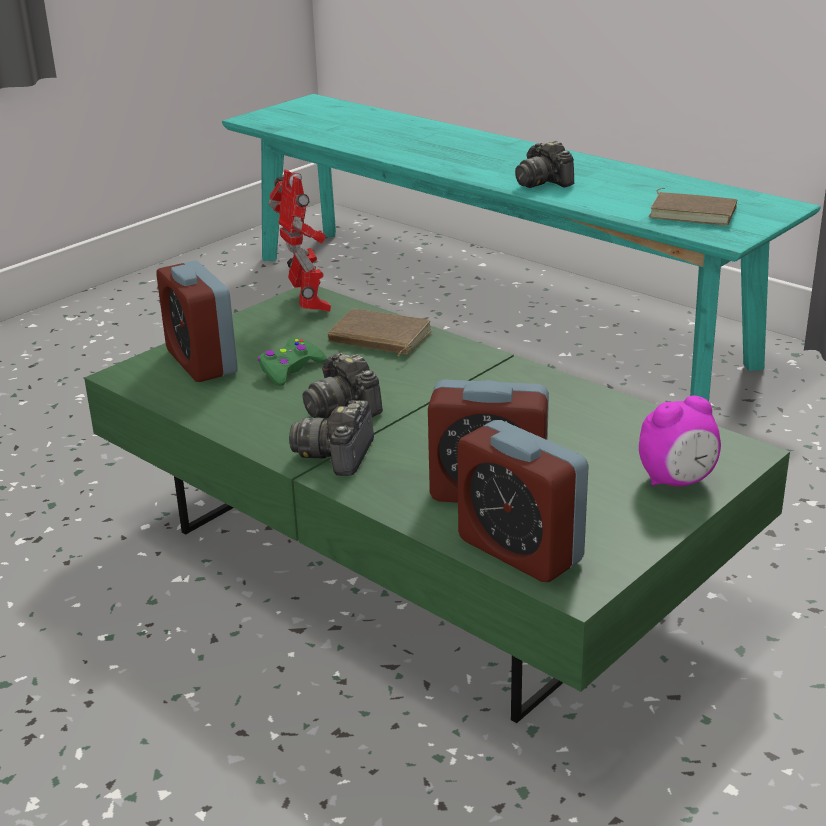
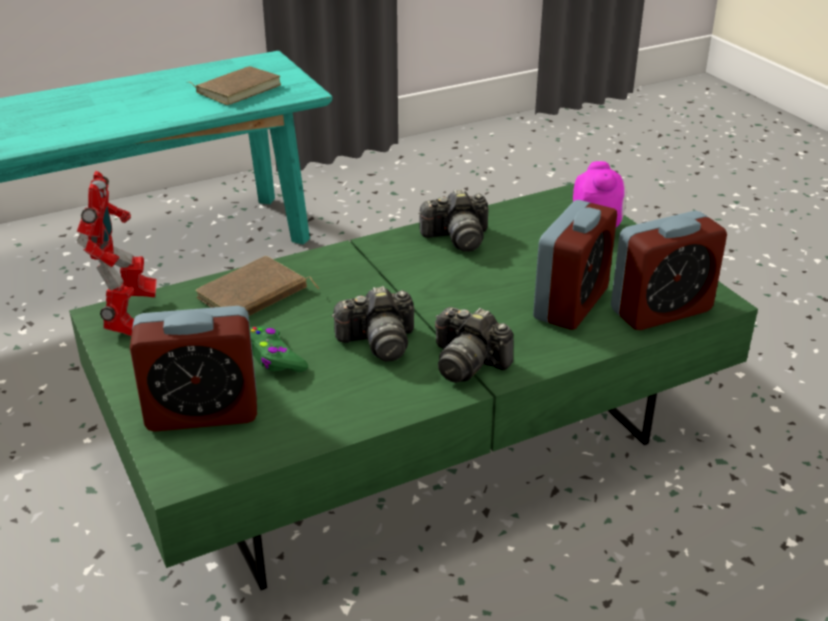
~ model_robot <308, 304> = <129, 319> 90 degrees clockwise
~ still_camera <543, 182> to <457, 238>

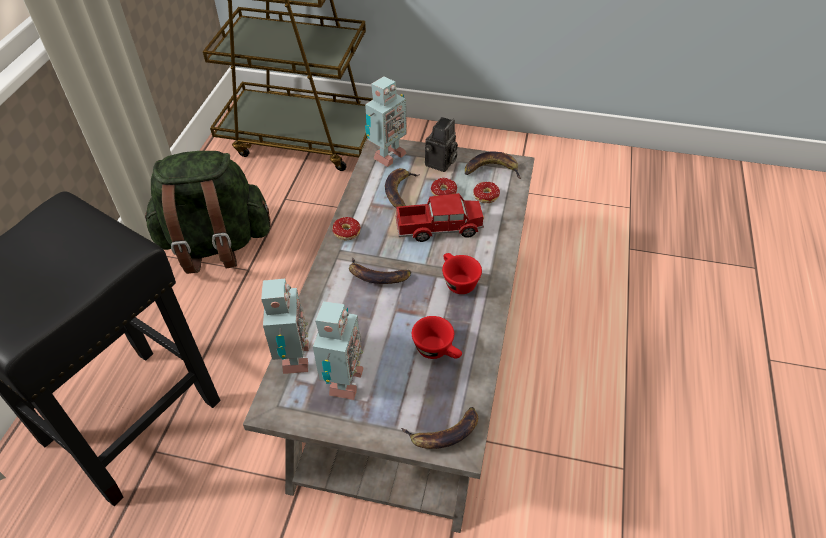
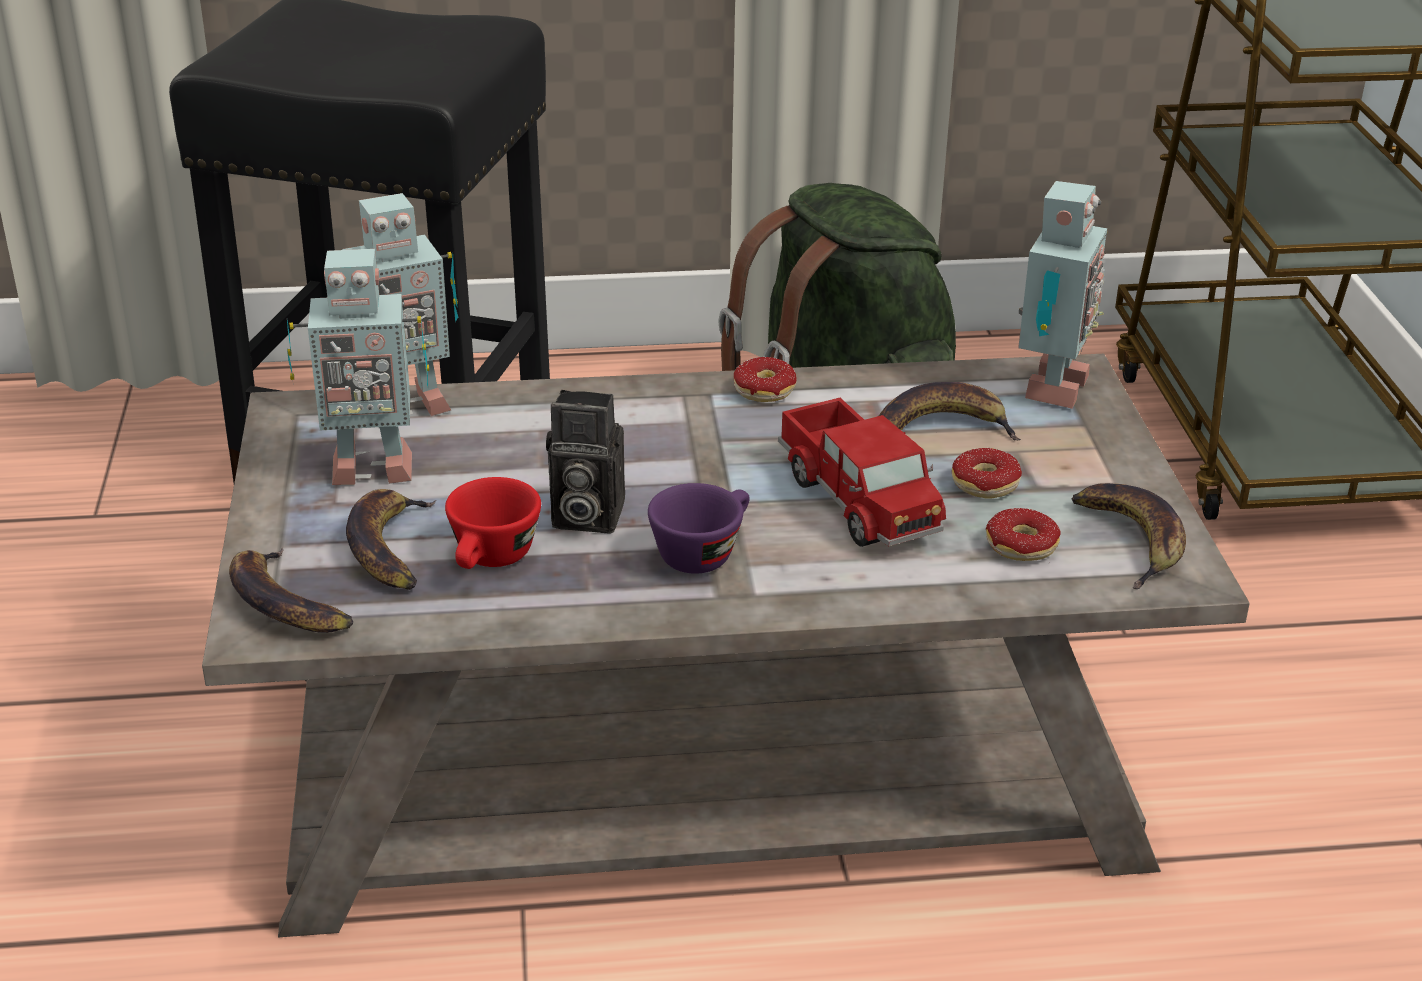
~ banana_fruit <377, 276> to <390, 548>
~ still_camera <441, 164> to <583, 516>
~ red_small_cup <457, 281> to purple_small_cup <703, 552>
~ model_robot <387, 156> = <1048, 388> 90 degrees counterclockwise

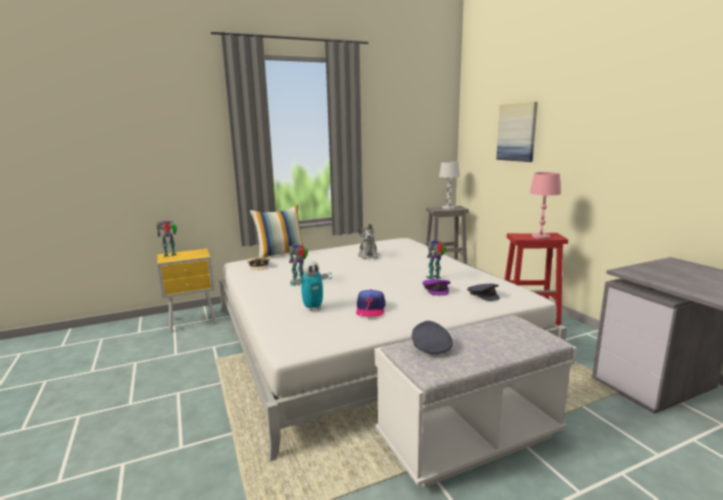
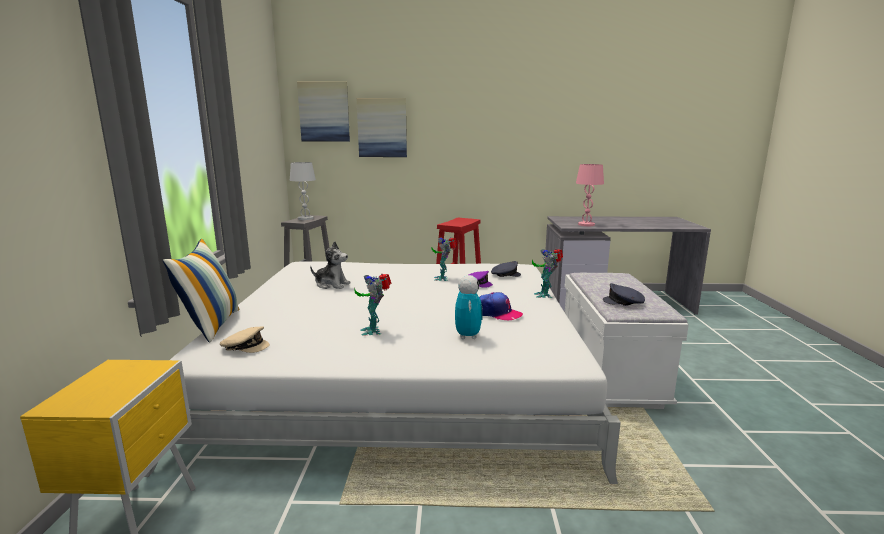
+ wall_art <324, 112>
~ model_robot <171, 255> to <545, 294>
~ pinkish_table_lamp <541, 236> to <586, 224>

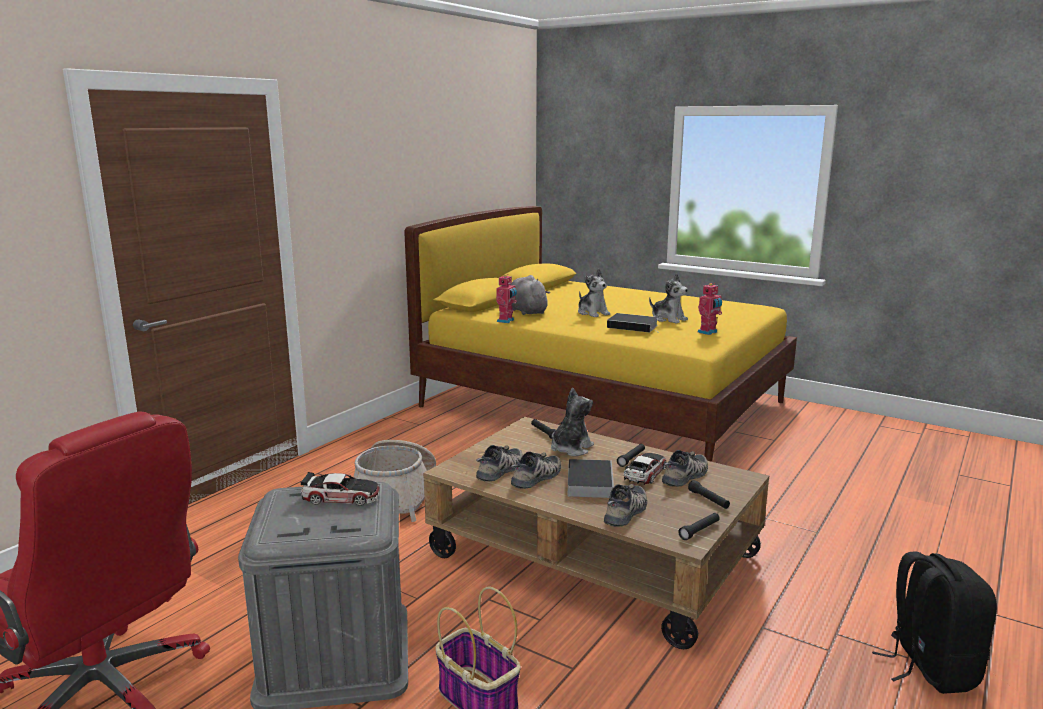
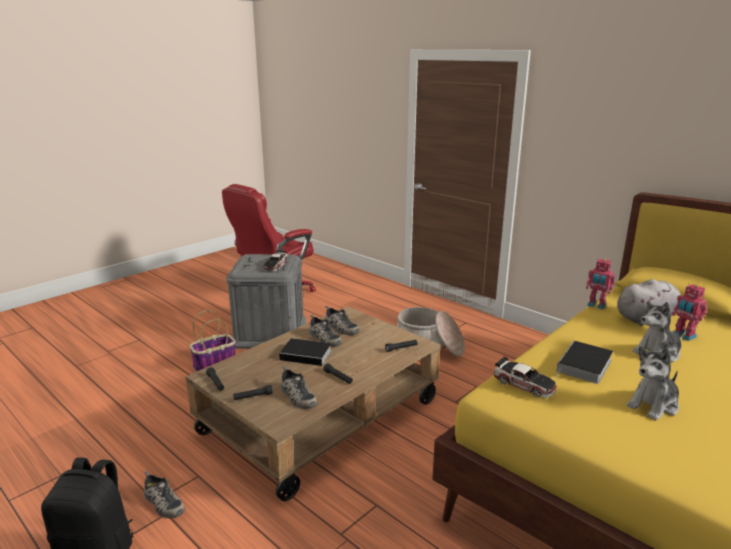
~ low_shoe <627, 512> to <162, 503>
~ toy_car <645, 473> to <524, 384>
~ model_robot <708, 332> to <683, 336>
- soft_toy <570, 448>

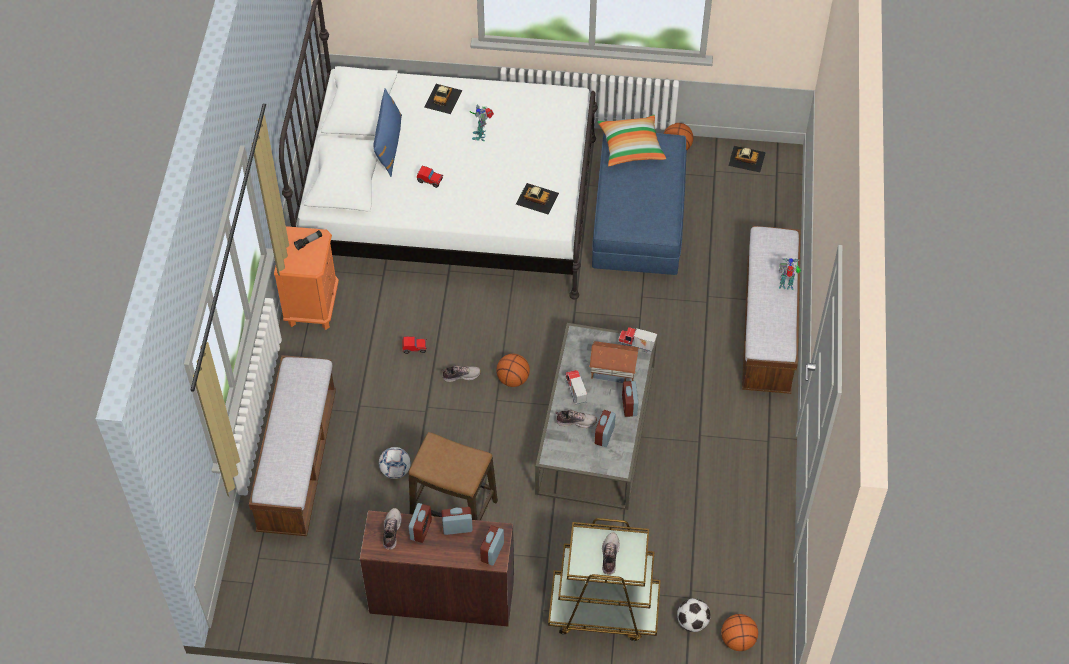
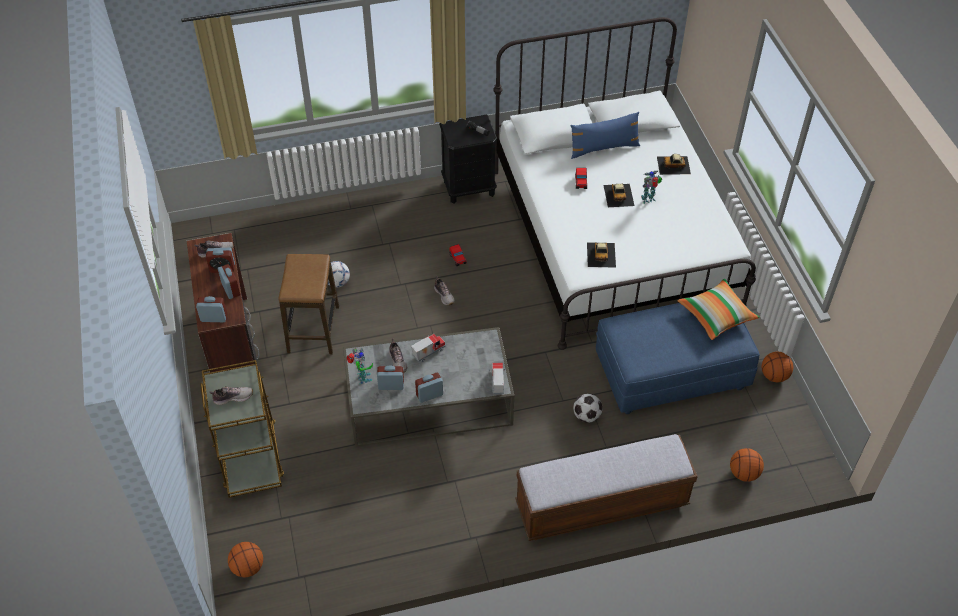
~ model_robot <787, 286> to <362, 378>
~ orange_night_table <312, 306> to black-coloured_night_table <469, 188>
~ football_ball <692, 622> to <586, 416>
~ toy_car <746, 158> to <619, 195>
~ ball_for_basketball <513, 379> to <743, 473>
- bench <298, 461>
- miniature_house <613, 373>

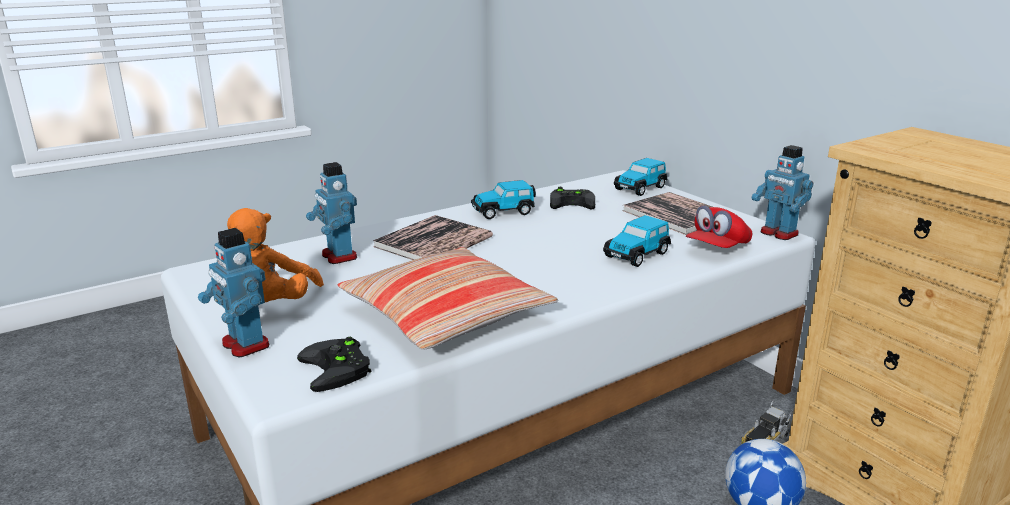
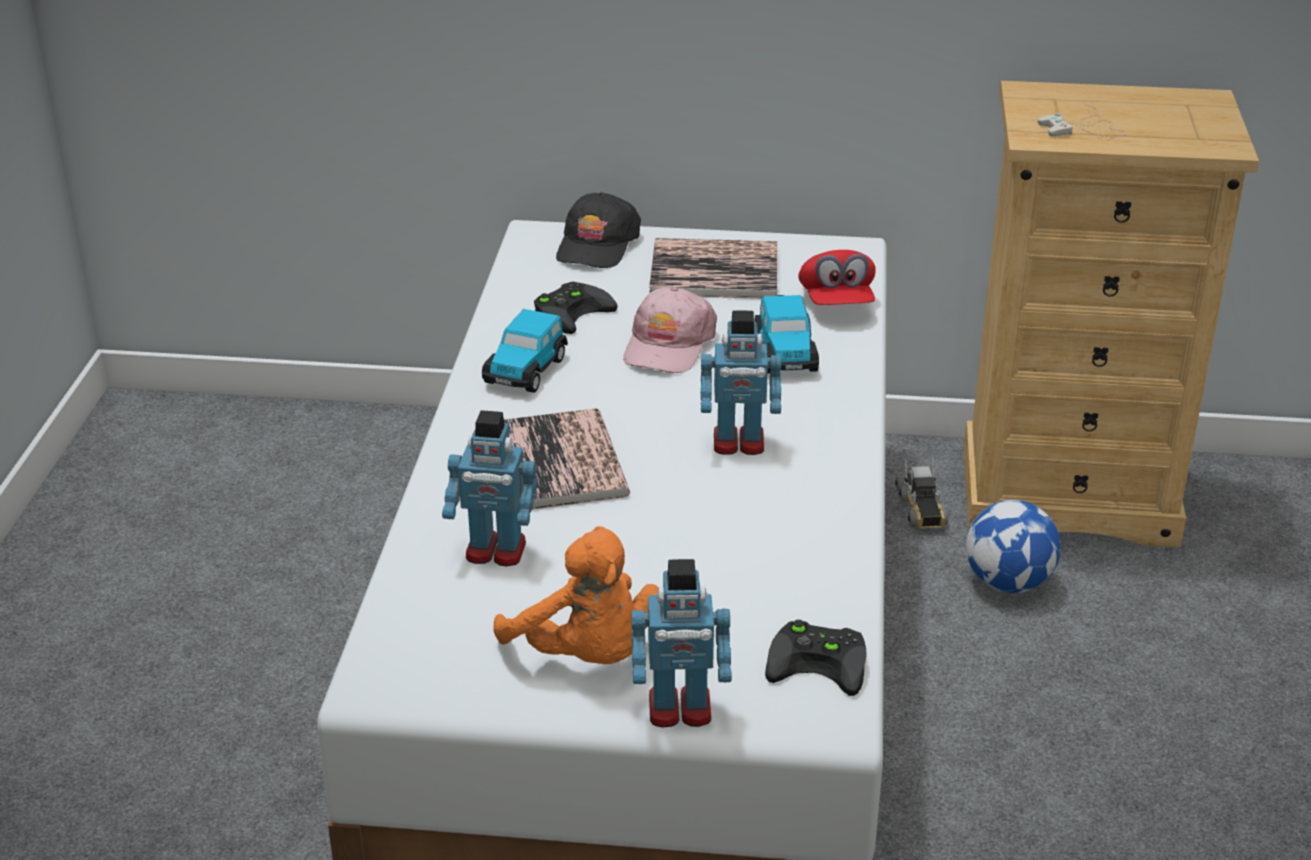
~ toy_car <640, 188> to black-coloured_peaked_cap <597, 245>
+ pinkish_peaked_cap <668, 345>
~ model_robot <778, 233> to <738, 443>
+ whitish_joypad <1084, 129>
- throw_pillow <446, 314>

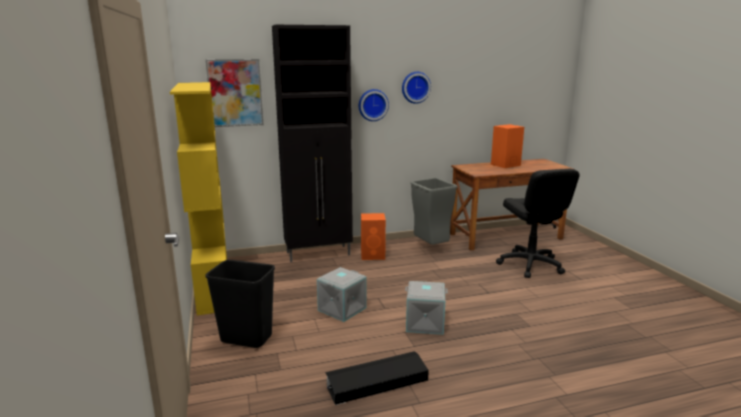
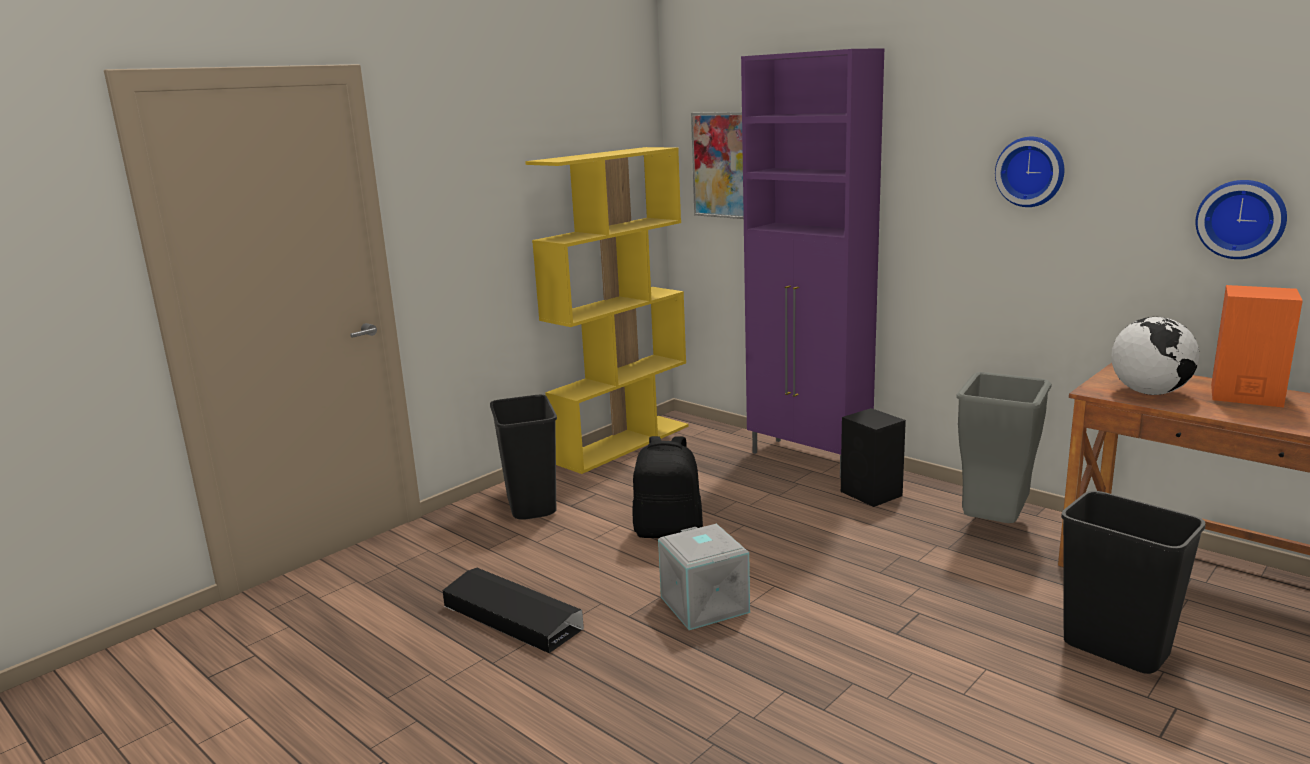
~ greyish_storage_bin <341, 308> to black-coloured_backpack <669, 531>
~ black-coloured_storage_cabinet <319, 253> to purple_storage_cabinet <809, 459>
~ orange_speaker <373, 255> to black-coloured_speaker <872, 494>
~ black-coloured_computer_chair <530, 265> to black-coloured_rubbish_bin <1114, 649>
+ world_globe <1149, 392>
~ wall_clock <372, 105> to <1241, 218>

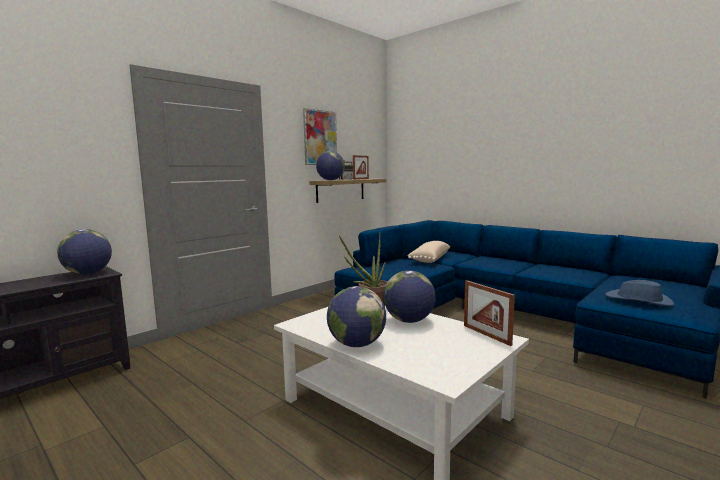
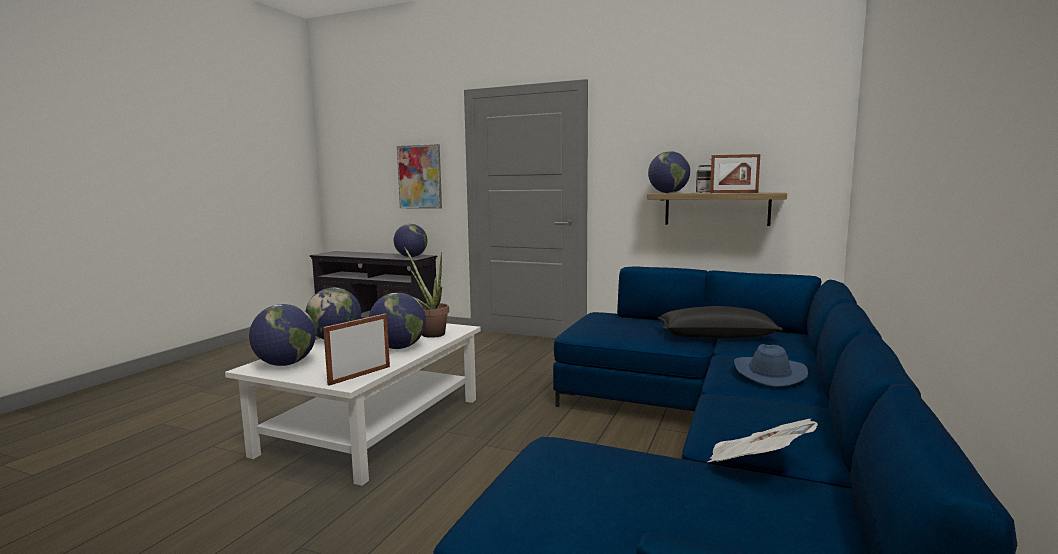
+ world_globe <285, 364>
~ wall_art <320, 137> to <420, 177>
~ beige_throw_pillow <429, 259> to black-coloured_throw_pillow <716, 336>
+ daily_paper <755, 466>
~ bluish_clothing_hat <639, 300> to <768, 374>

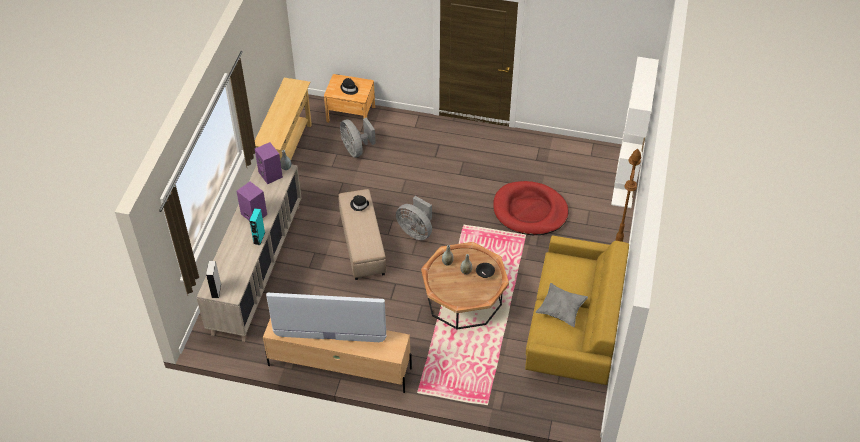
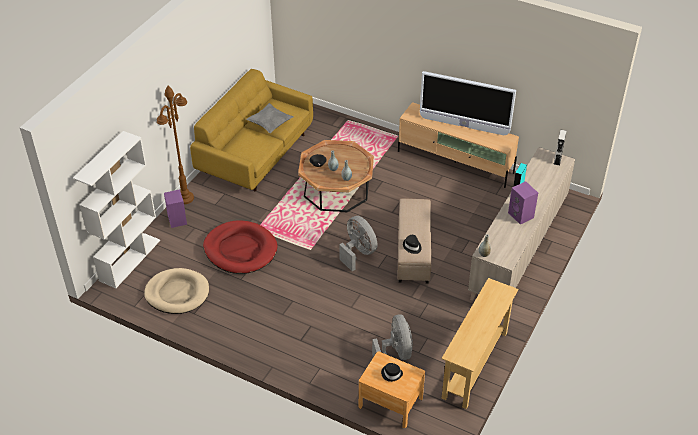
+ beige_dog_bed <177, 293>
~ purple_speaker <271, 175> to <176, 219>

